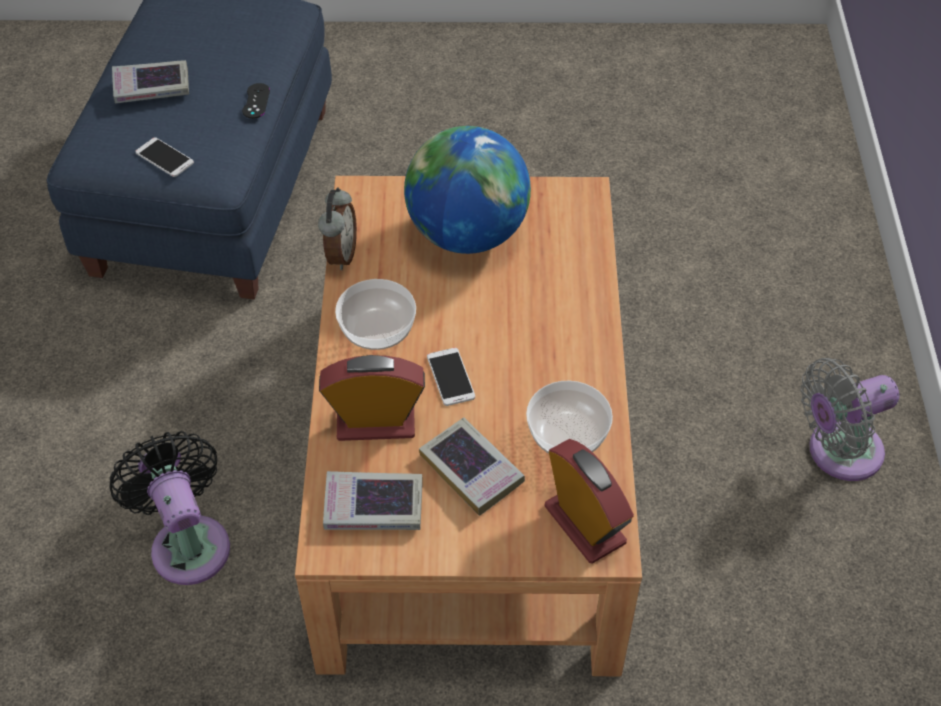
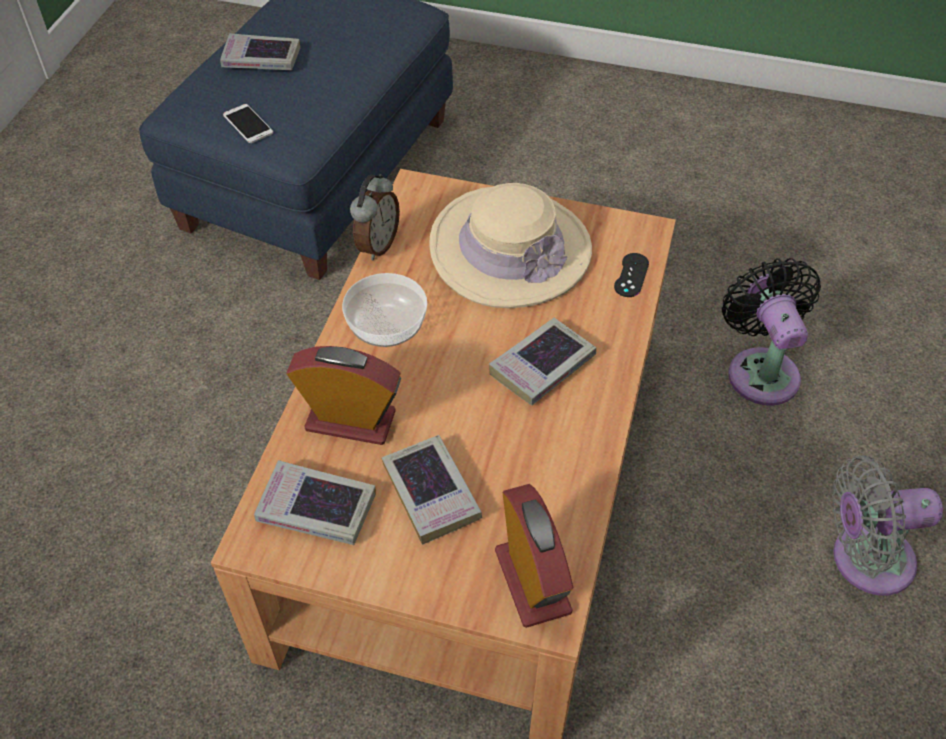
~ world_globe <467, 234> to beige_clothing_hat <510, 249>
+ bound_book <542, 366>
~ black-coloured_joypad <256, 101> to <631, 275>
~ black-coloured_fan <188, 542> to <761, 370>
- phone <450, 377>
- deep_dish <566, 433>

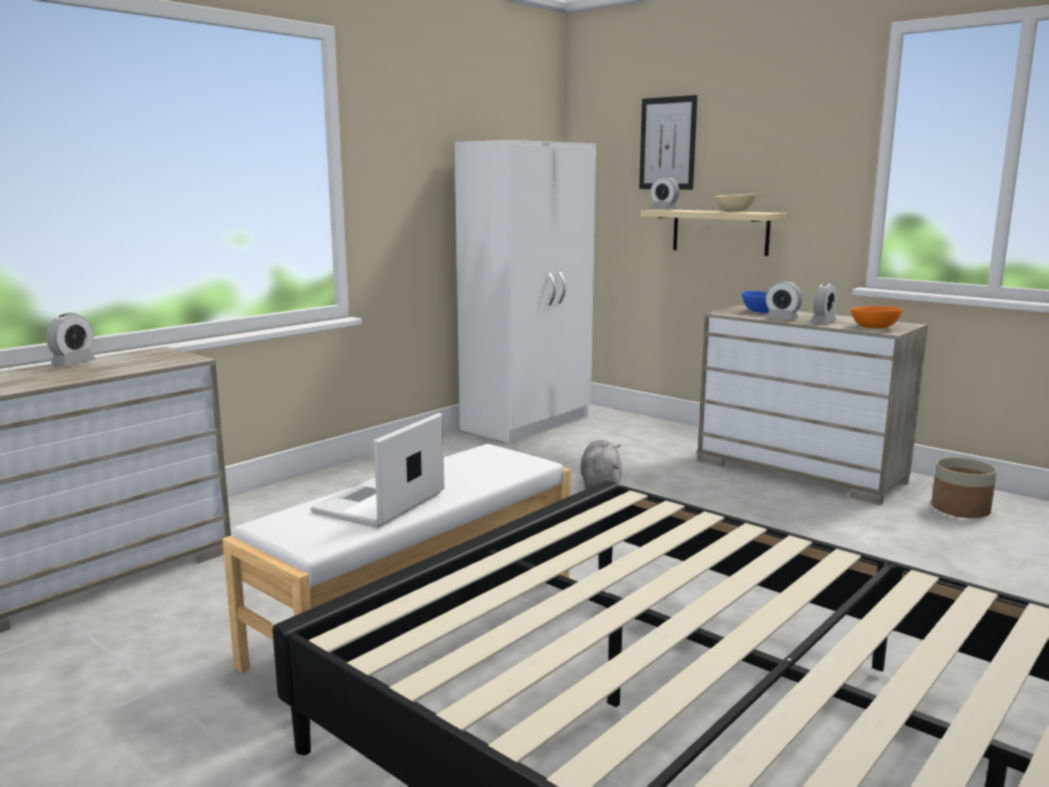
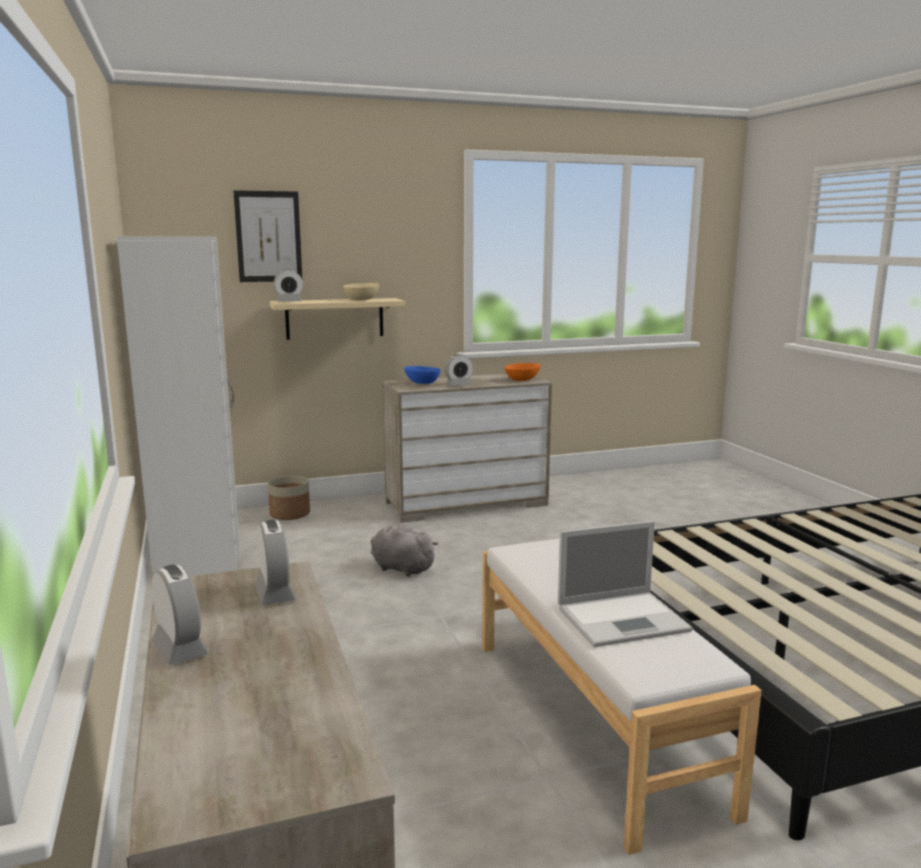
~ table_clock <823, 322> to <275, 593>
~ planter <960, 509> to <290, 514>
~ portable_computer <378, 504> = <624, 619> 75 degrees counterclockwise

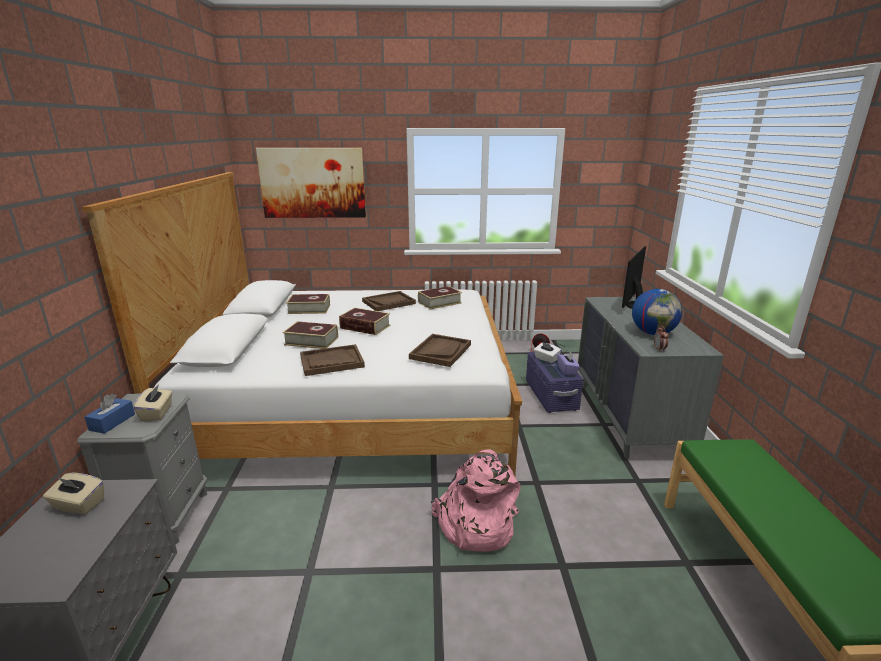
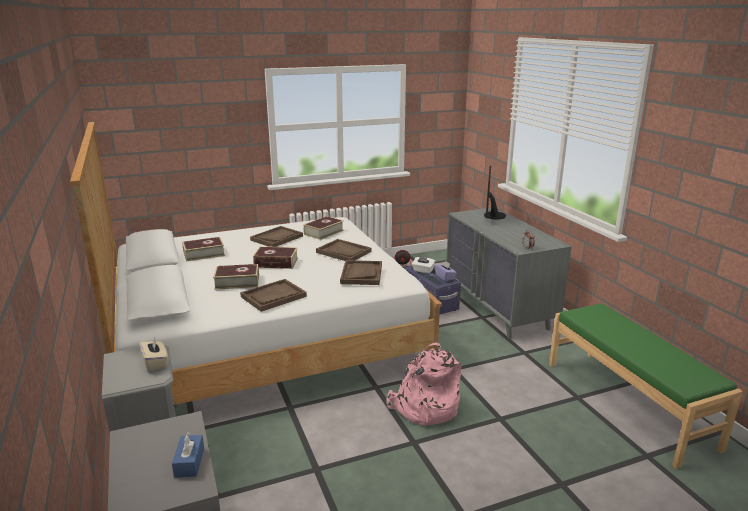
~ bluish_tissue_holder <112, 422> to <189, 462>
+ brown-coloured_tray <344, 252>
- beige_tissue_holder <78, 505>
- wall_art <312, 183>
- world_globe <653, 333>

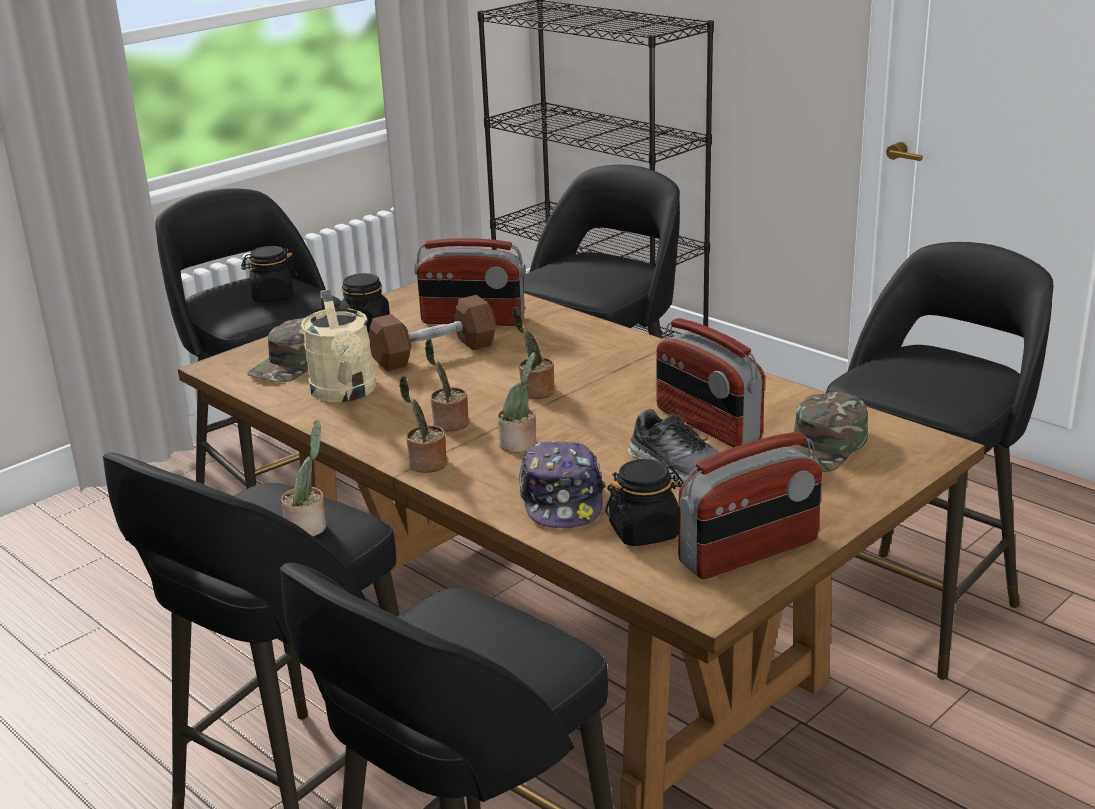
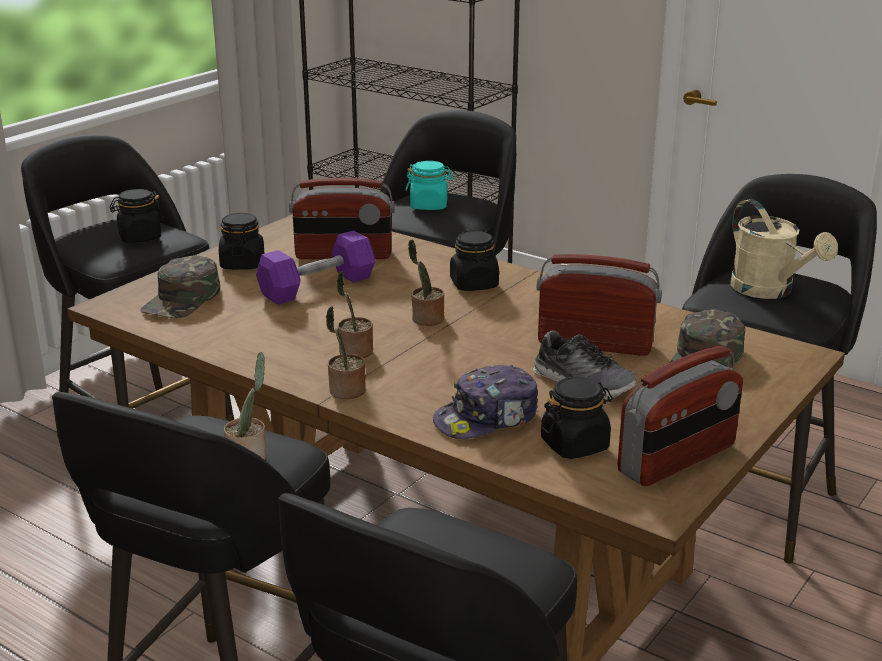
~ brown-coloured_hand_weight <434, 353> to purple_hand_weight <317, 287>
+ turquoise-coloured_preserve_jar <429, 206>
~ peaked_cap <562, 500> = <487, 419> 75 degrees clockwise
+ black-coloured_preserve_jar <474, 284>
~ radio_receiver <707, 425> = <595, 343> 150 degrees clockwise
~ beige_sprinkling_can <345, 393> to <770, 291>
- plant_in_a_pot <520, 444>

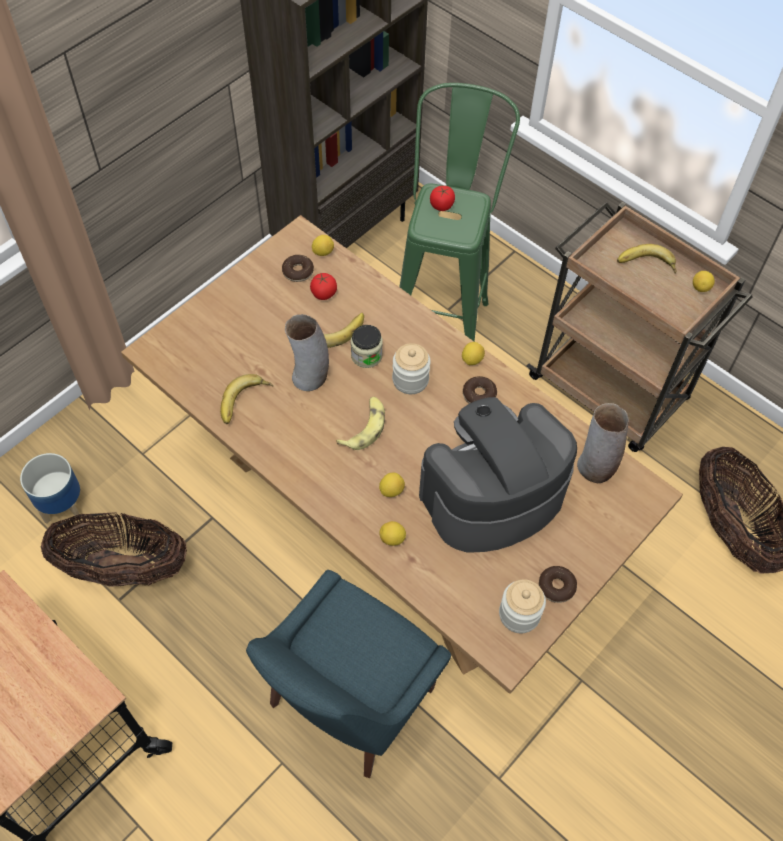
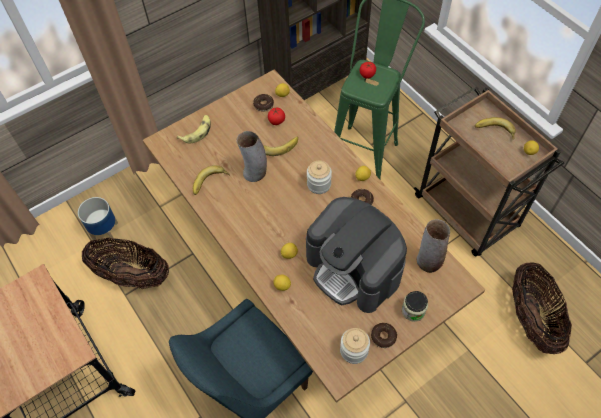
~ banana_fruit <364, 427> to <197, 131>
~ coffee_brewer <491, 496> = <354, 269> 120 degrees counterclockwise
~ preserve_jar <366, 355> to <413, 310>

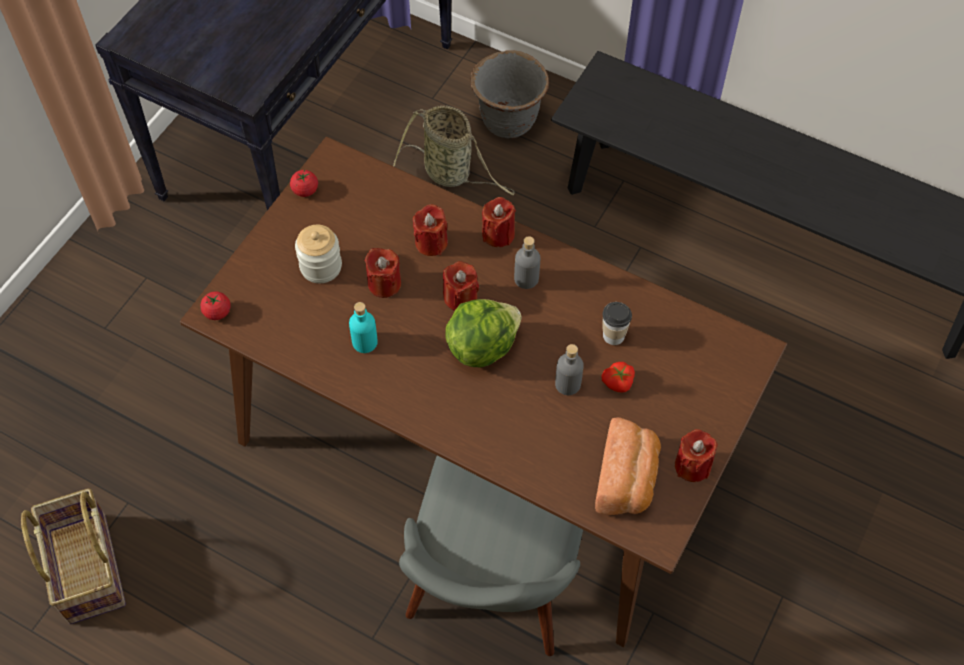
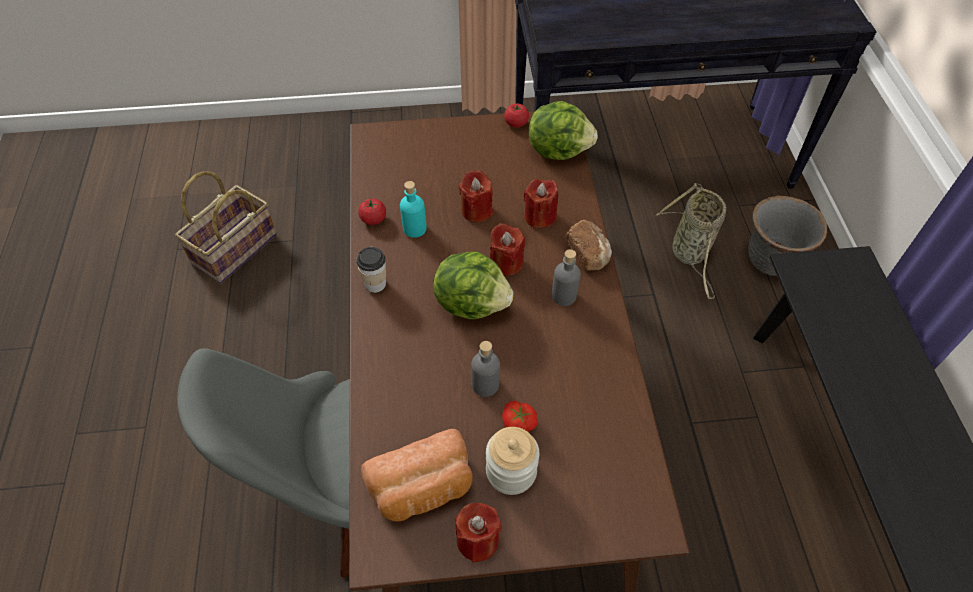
~ small_cup <613, 335> to <375, 284>
~ tomato <217, 312> to <373, 219>
~ preserve_jar <321, 266> to <511, 471>
+ head_of_lettuce <558, 149>
~ red_wax_light <498, 234> to bread <588, 253>

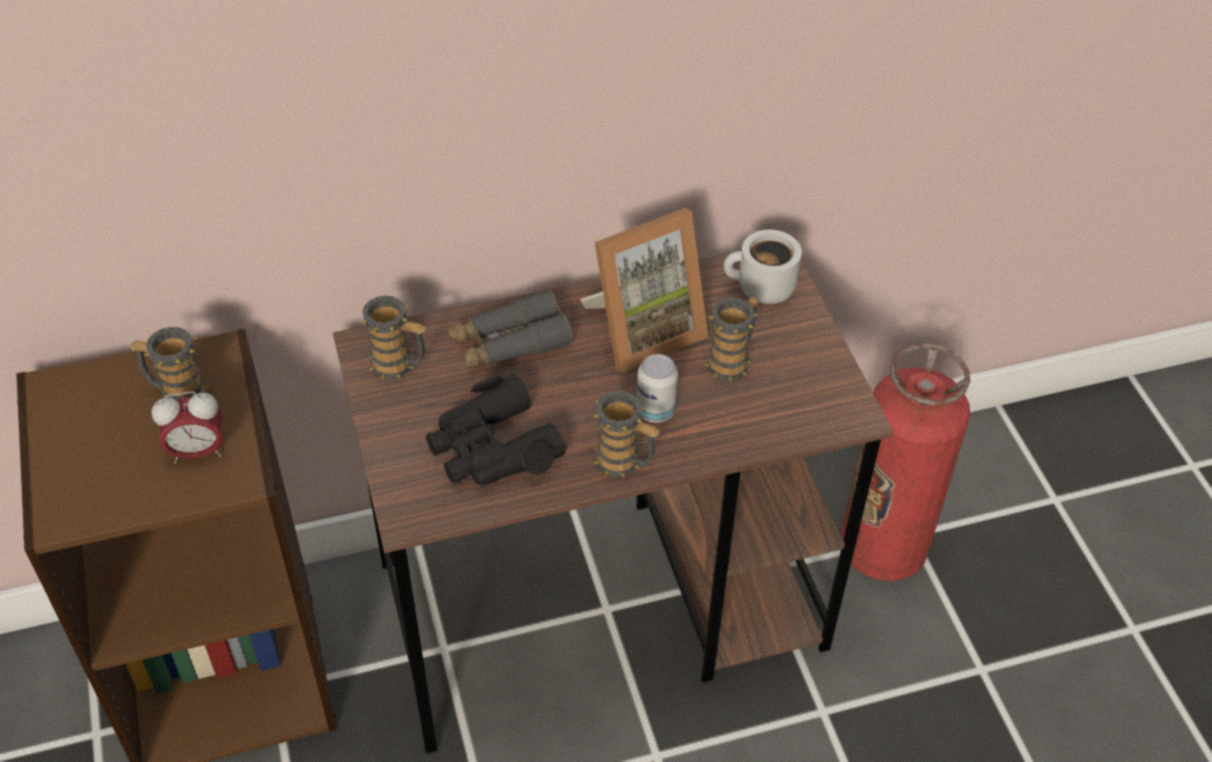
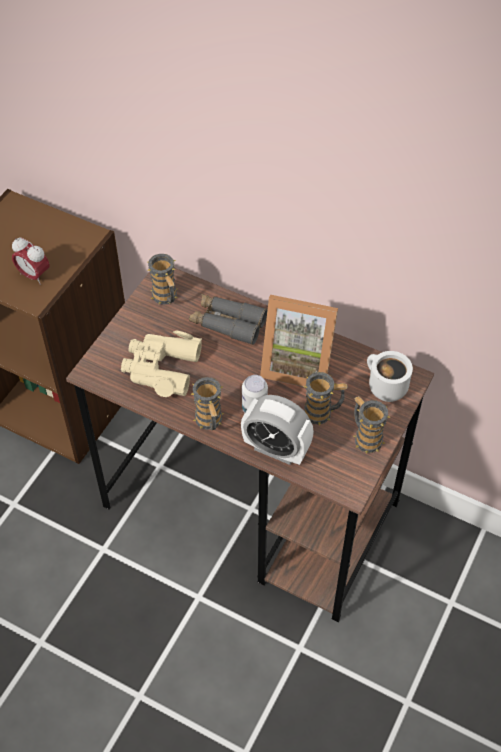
~ black-coloured_binoculars <492, 447> to beige_binoculars <161, 368>
+ table_clock <276, 449>
~ mug <177, 396> to <365, 437>
- extinguisher <882, 549>

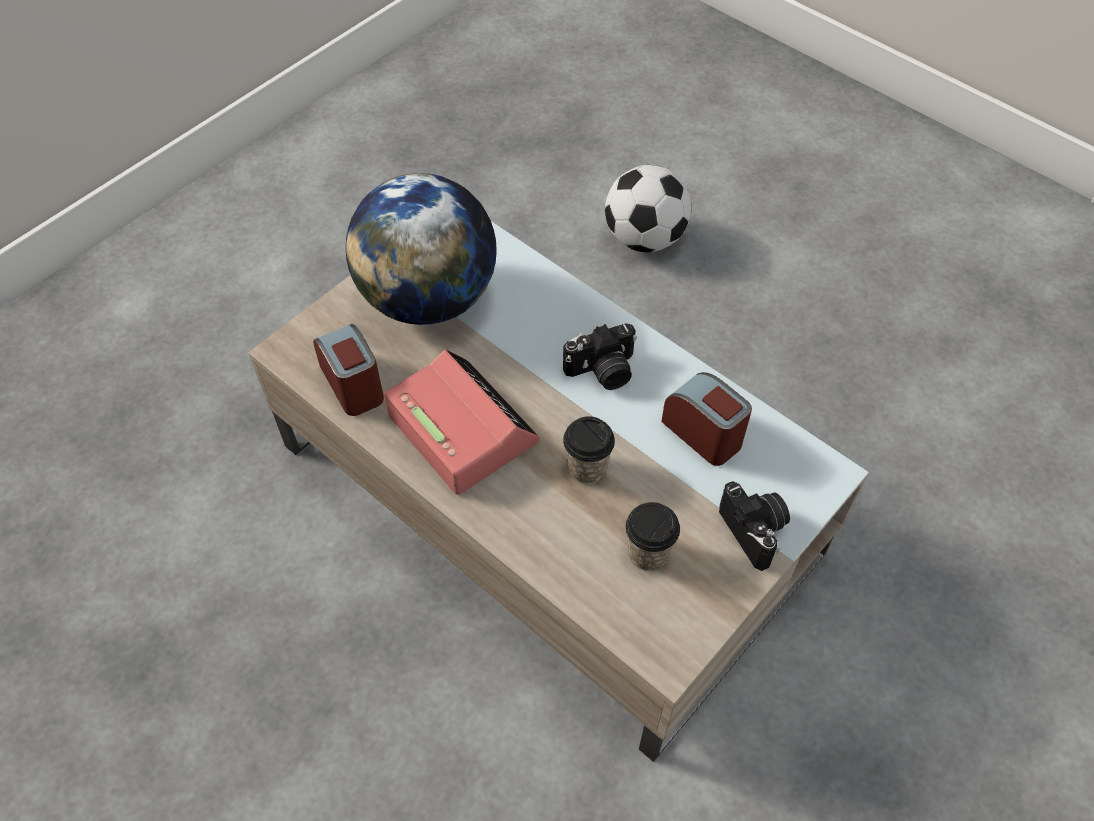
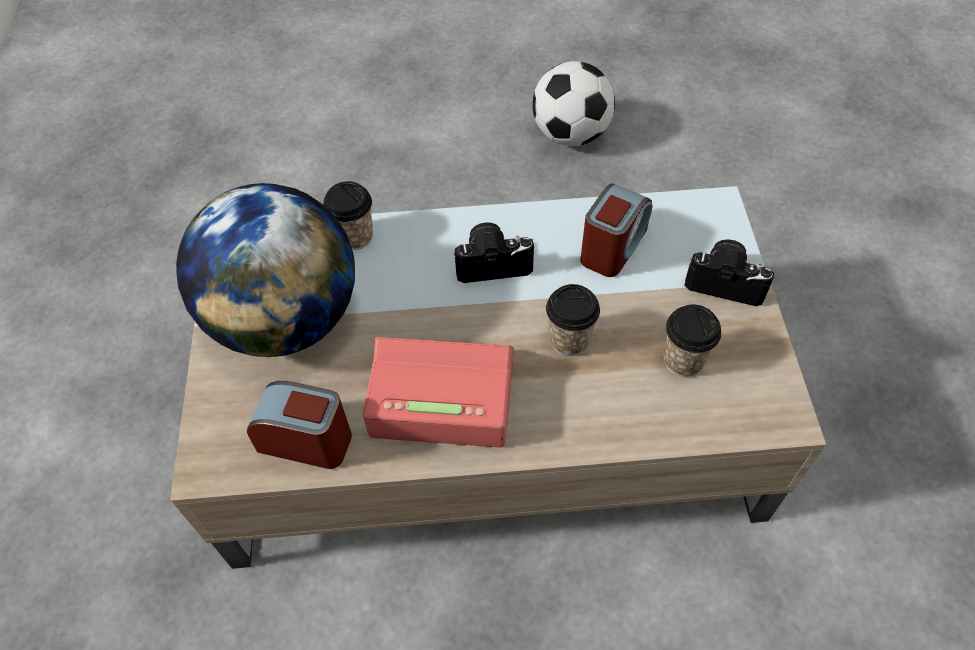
+ small_cup <355, 236>
~ still_camera <602, 372> = <493, 263> 120 degrees counterclockwise
~ football_ball <644, 238> to <570, 134>
~ table_clock <703, 433> = <612, 247> 120 degrees clockwise

